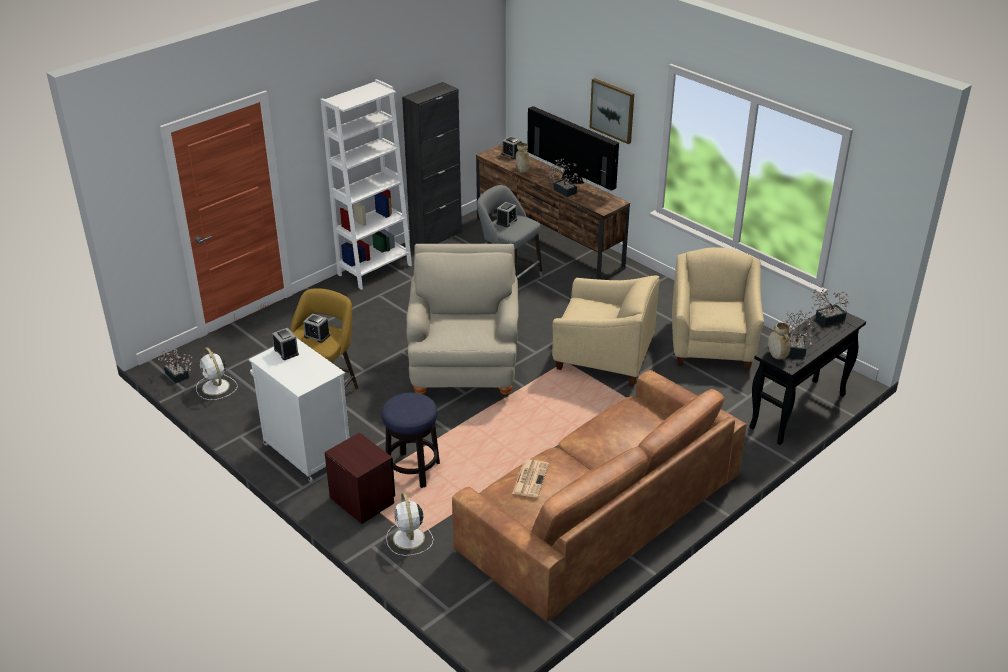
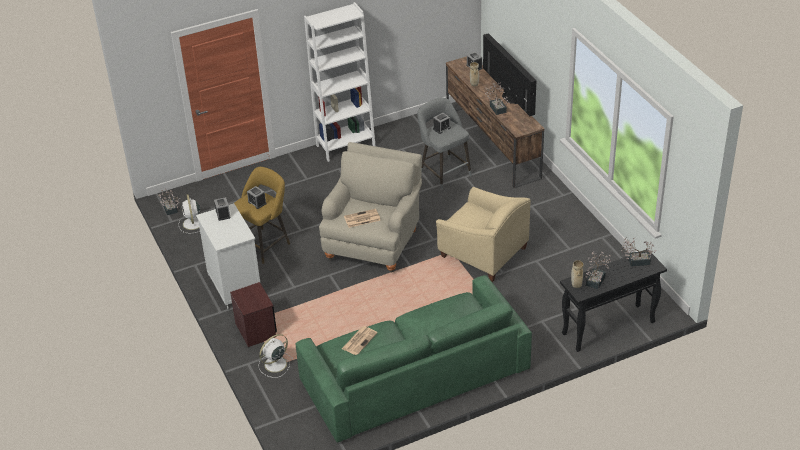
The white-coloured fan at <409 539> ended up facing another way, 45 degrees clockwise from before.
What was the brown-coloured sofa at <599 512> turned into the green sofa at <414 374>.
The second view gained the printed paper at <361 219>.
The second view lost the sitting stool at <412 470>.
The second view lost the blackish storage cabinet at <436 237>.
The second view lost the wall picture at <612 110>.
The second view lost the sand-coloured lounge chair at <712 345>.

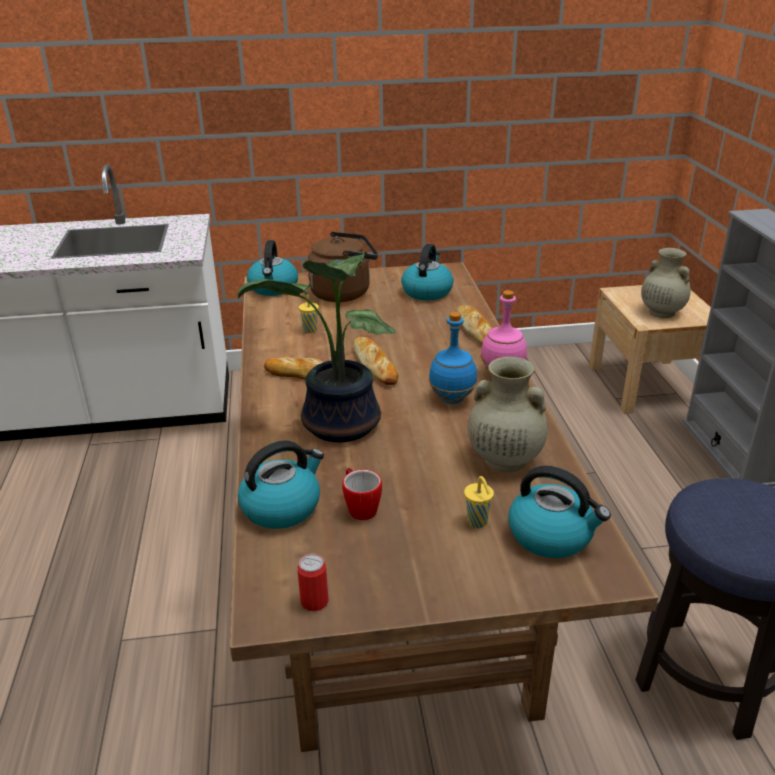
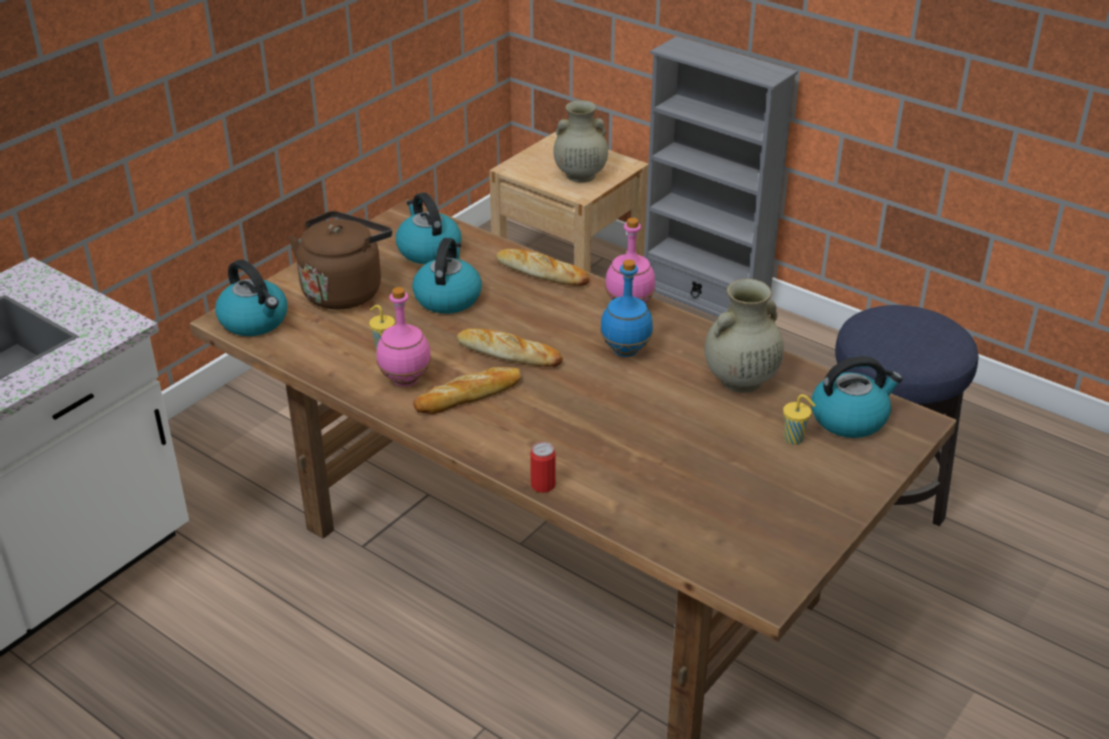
The second view gained the pink-coloured drink bottle at <405 379>.
The tea kettle ended up elsewhere, having gone from <282 507> to <447 298>.
The can ended up elsewhere, having gone from <314 601> to <543 485>.
The second view lost the houseplant at <338 426>.
The second view lost the coffee mug at <360 507>.

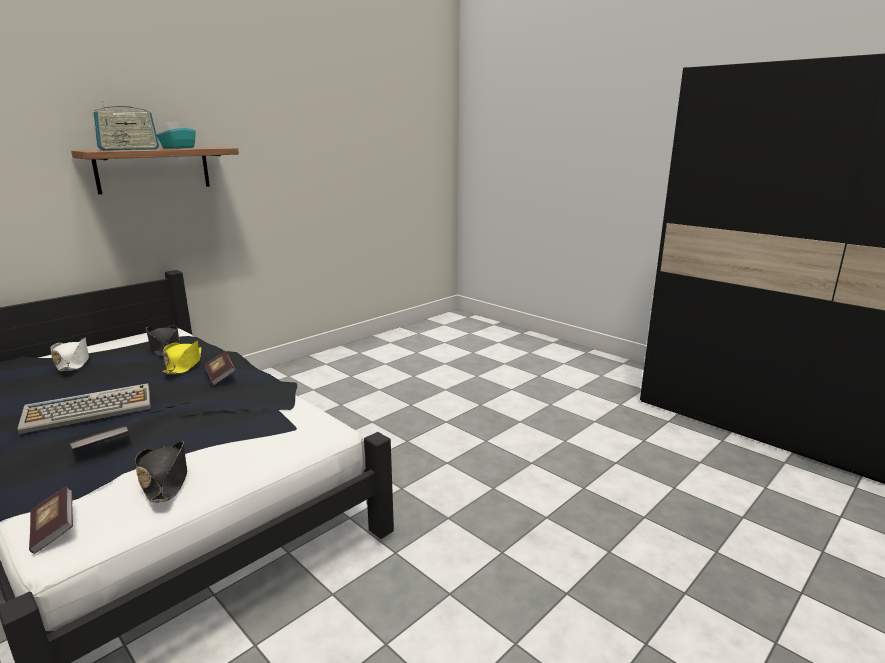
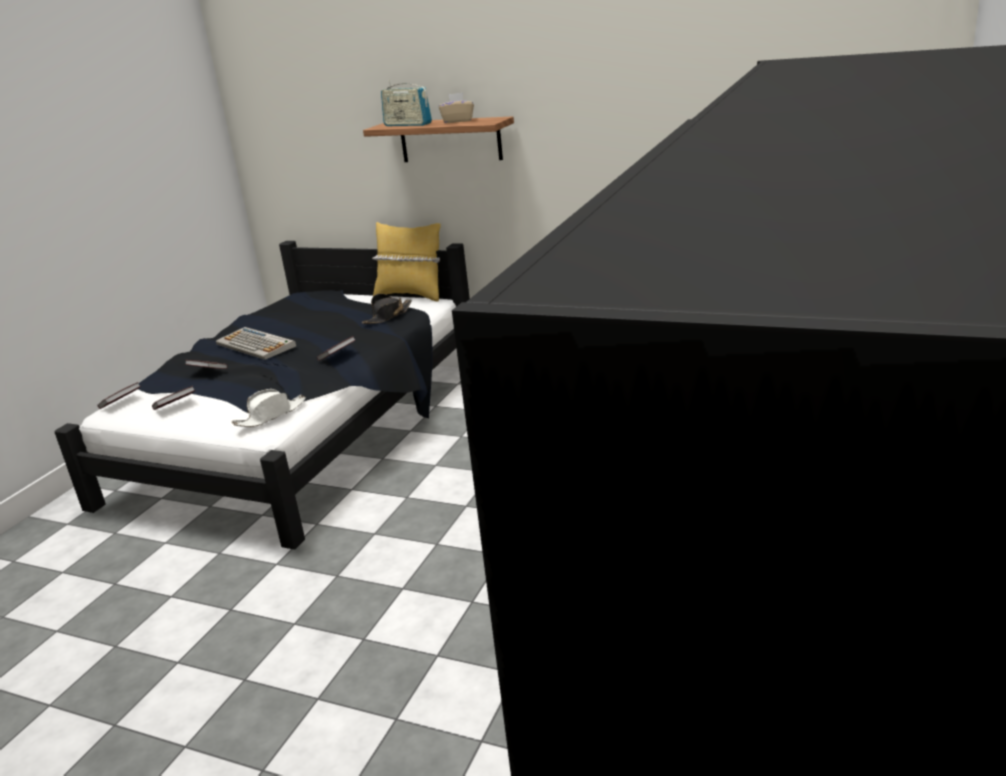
Where the blackish wearable hat stood at <165 479>, the bound book came to stand at <175 406>.
The white-coloured wearable hat ended up elsewhere, having gone from <73 362> to <271 415>.
The second view gained the yellow throw pillow at <411 295>.
What was the blue-green box of tissues at <178 148> turned into the sand-coloured box of tissues at <458 121>.
The second view lost the yellow wearable hat at <184 364>.

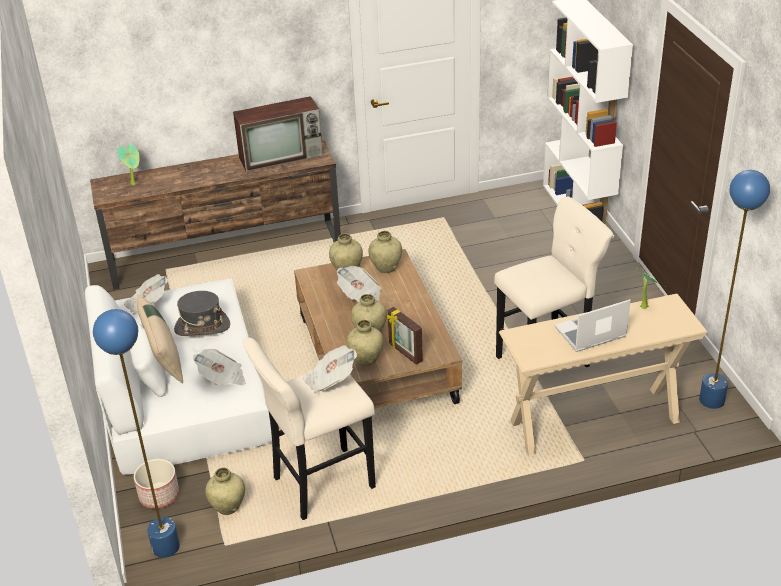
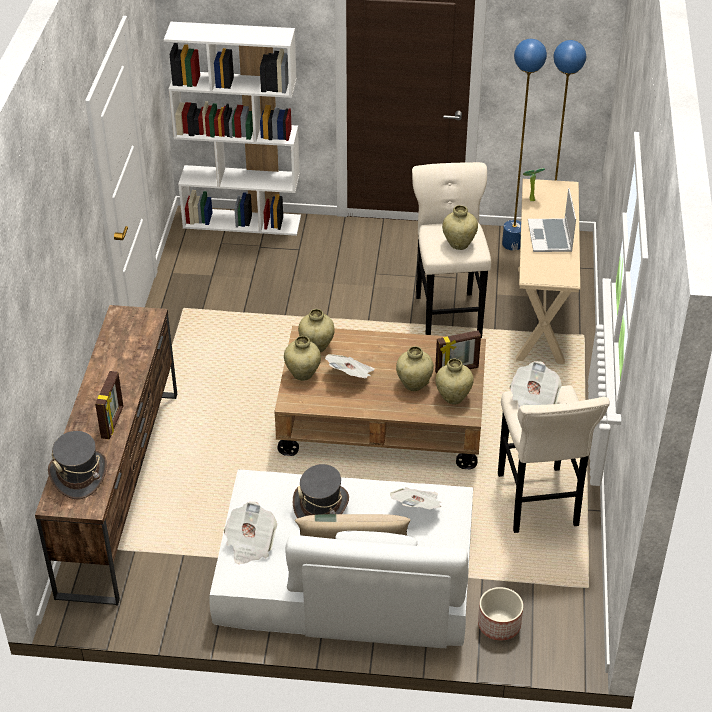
Where the houseplant stood at <134 183>, the greyish wearable hat came to stand at <79 475>.
The second view gained the picture frame at <113 422>.
The sand-coloured flower vase ended up elsewhere, having gone from <228 507> to <459 244>.
The blue-coloured floor lamp ended up elsewhere, having gone from <166 547> to <512 244>.
The second view lost the television at <282 156>.

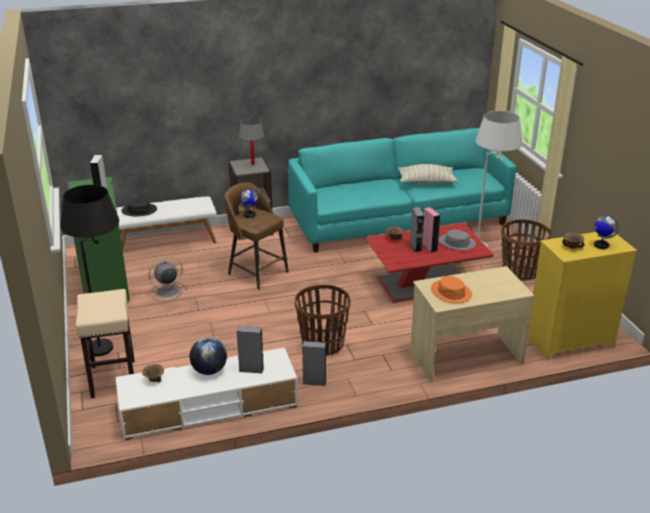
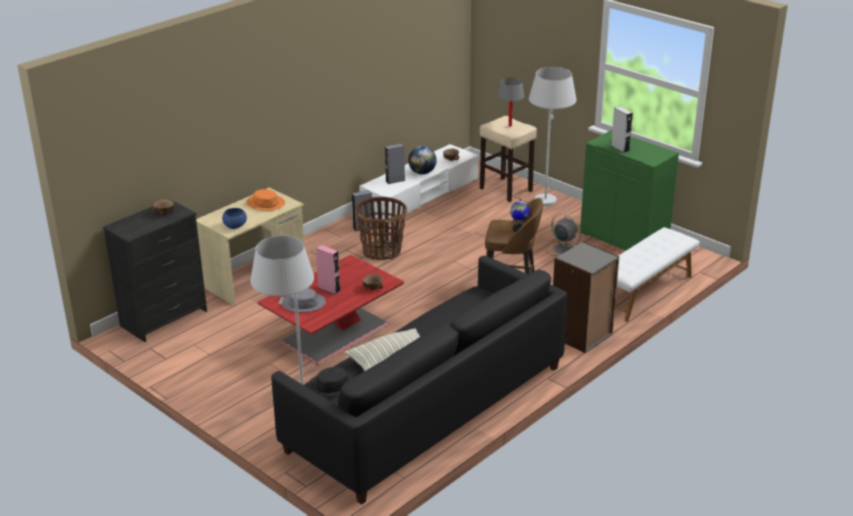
What was the yellow dresser at <569 341> turned into the blackish dresser at <164 318>.
The second view gained the blue-coloured bowl at <235 226>.
What was the blue-green sofa at <398 221> turned into the blackish sofa at <427 408>.
The blackish wearable hat ended up elsewhere, having gone from <139 210> to <332 385>.
The greyish table lamp ended up elsewhere, having gone from <252 164> to <510 125>.
What was the blackish floor lamp at <109 341> turned into the white-coloured floor lamp at <547 206>.
The greyish fan at <166 292> ended up facing another way, 75 degrees counterclockwise from before.
The second view lost the greyish audio speaker at <415 247>.
The second view lost the storage basket at <520 272>.
The second view lost the world globe at <601 245>.

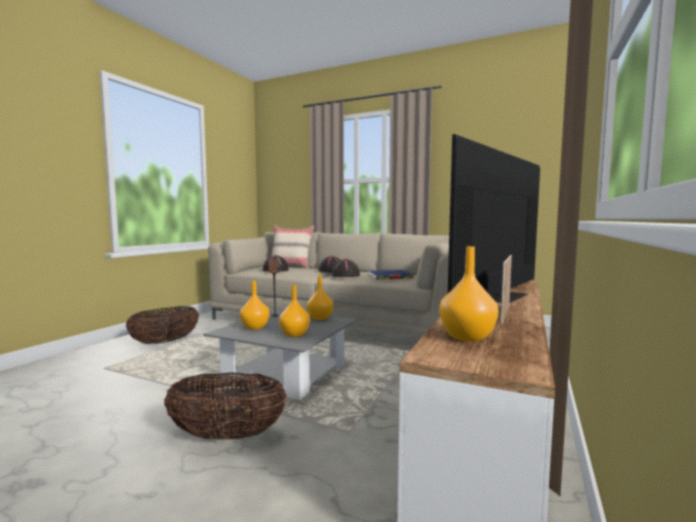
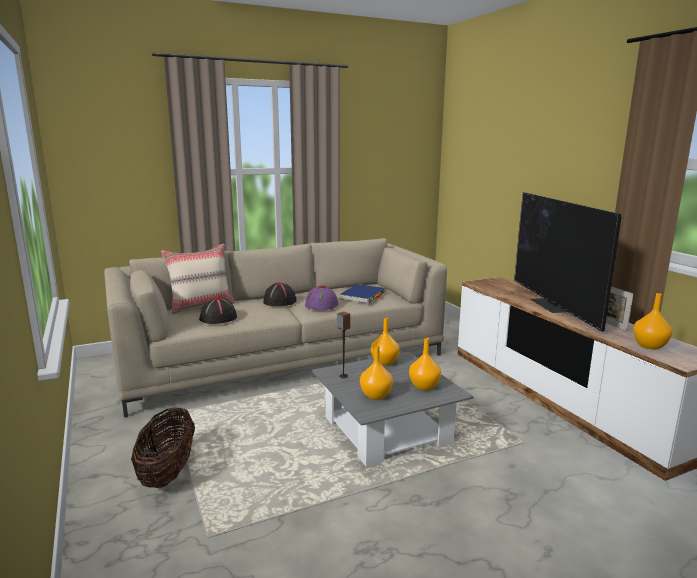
What was the blackish wearable hat at <345 275> turned into the purple-coloured wearable hat at <321 305>.
The second view lost the storage basket at <227 436>.

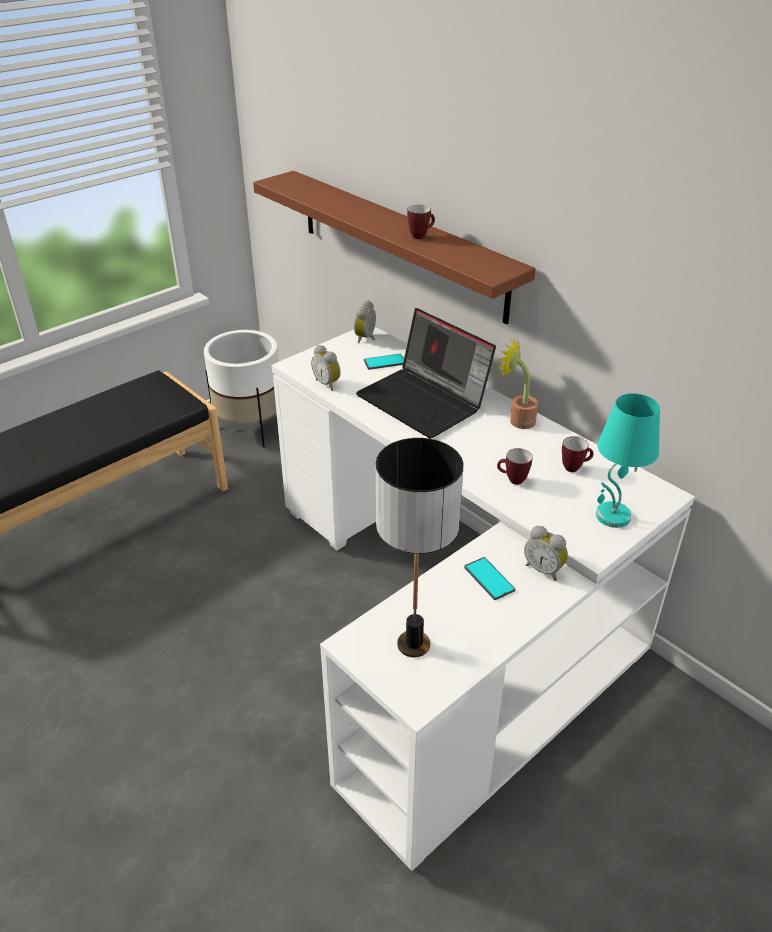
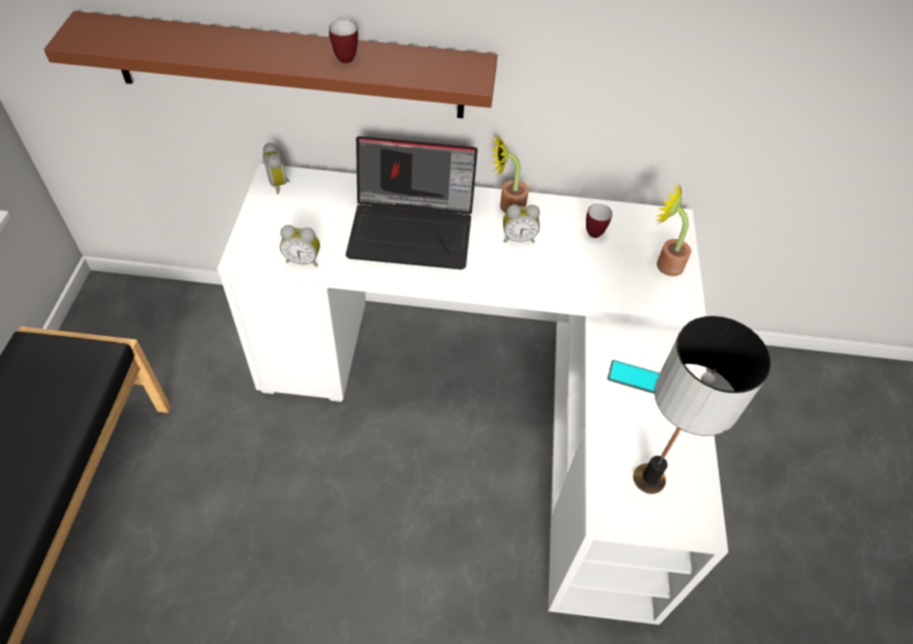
The table clock ended up elsewhere, having gone from <544 569> to <518 238>.
Where the blue-green table lamp stood at <612 516>, the houseplant came to stand at <664 263>.
The second view lost the white-coloured flower pot at <250 428>.
The second view lost the telephone at <384 362>.
The second view lost the coffee mug at <512 480>.

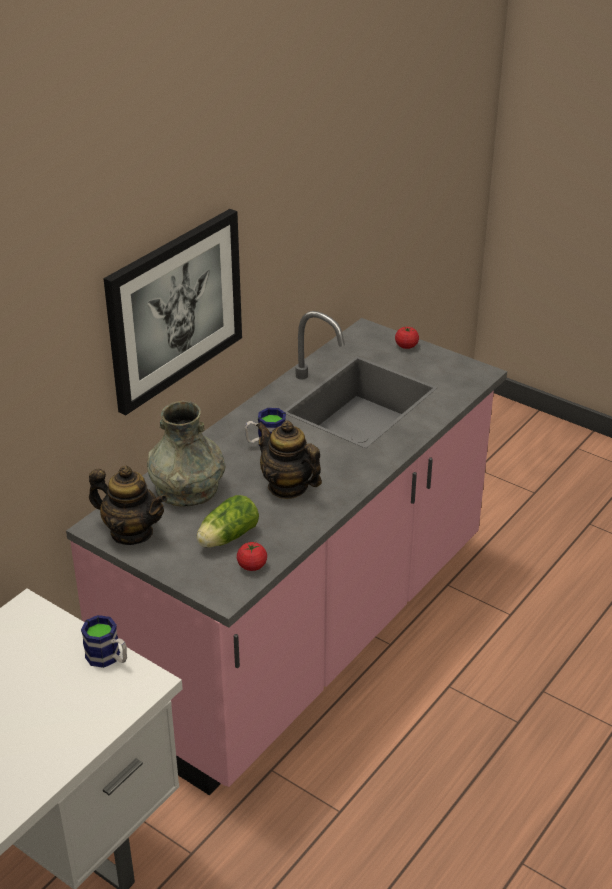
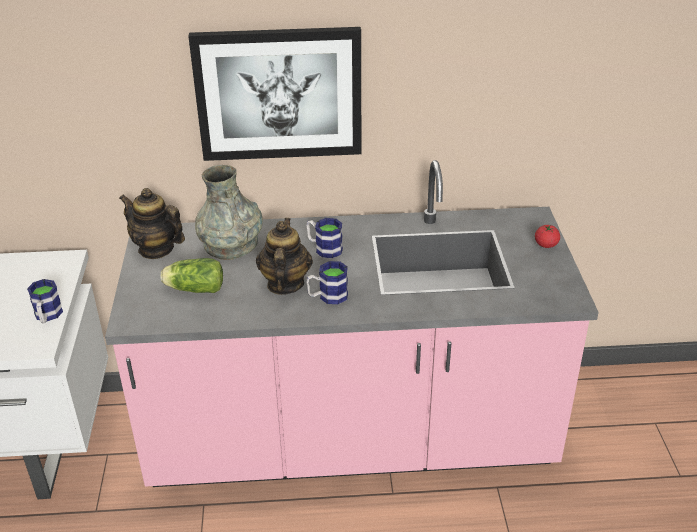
The tea pot at <131 532> ended up facing another way, 135 degrees clockwise from before.
The second view gained the coffee mug at <327 297>.
The second view lost the tomato at <252 566>.

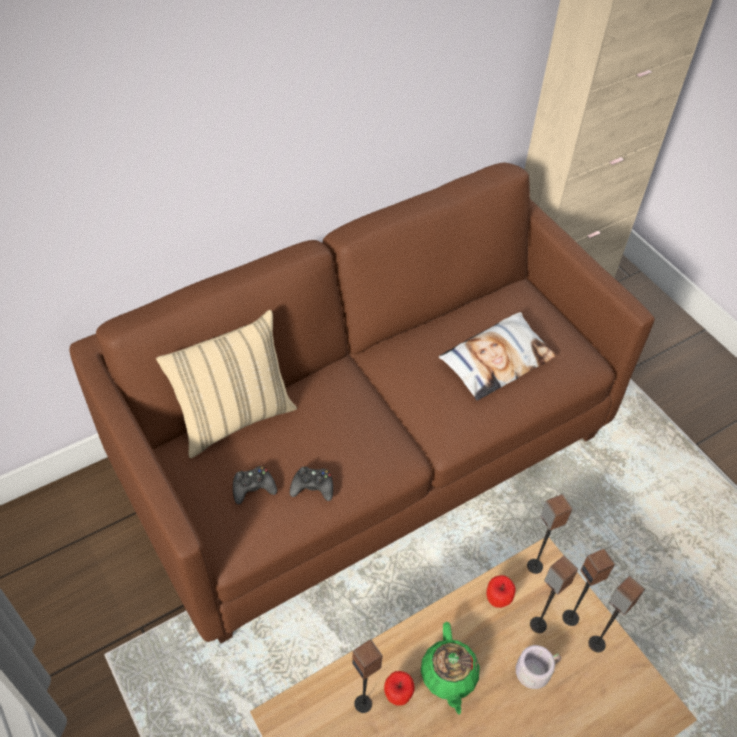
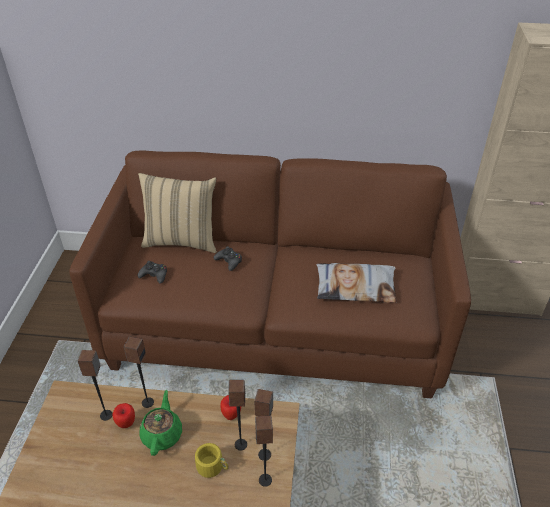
The audio speaker ended up elsewhere, having gone from <534 566> to <147 402>.
The green tea pot at <448 676> ended up facing another way, 150 degrees clockwise from before.
What was the greyish coffee mug at <535 669> turned into the yellow coffee mug at <213 466>.
The blackish gamepad ended up elsewhere, having gone from <312 487> to <229 261>.

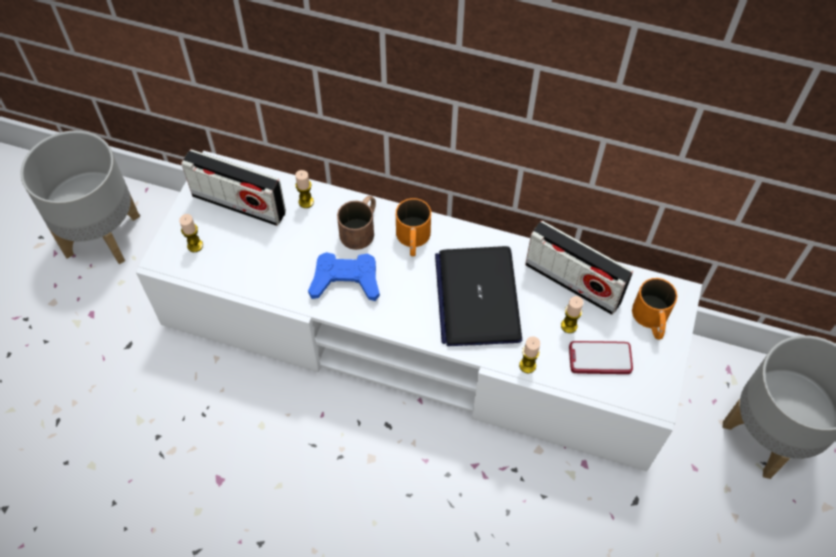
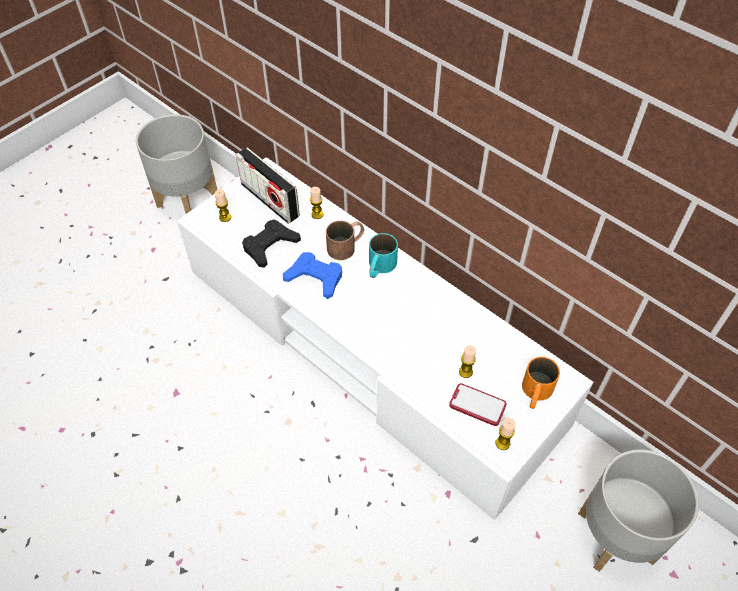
The second view gained the blackish gamepad at <270 246>.
What was the orange-coloured coffee mug at <413 240> turned into the blue-green coffee mug at <379 267>.
The wax light ended up elsewhere, having gone from <527 365> to <502 443>.
The second view lost the laptop at <477 297>.
The second view lost the radio receiver at <573 283>.

